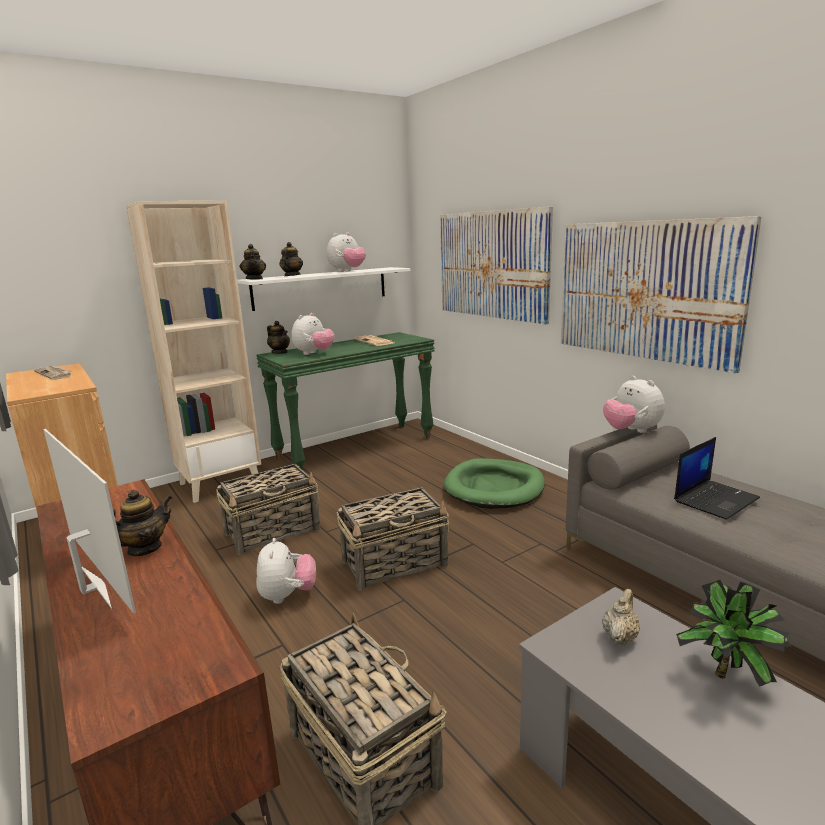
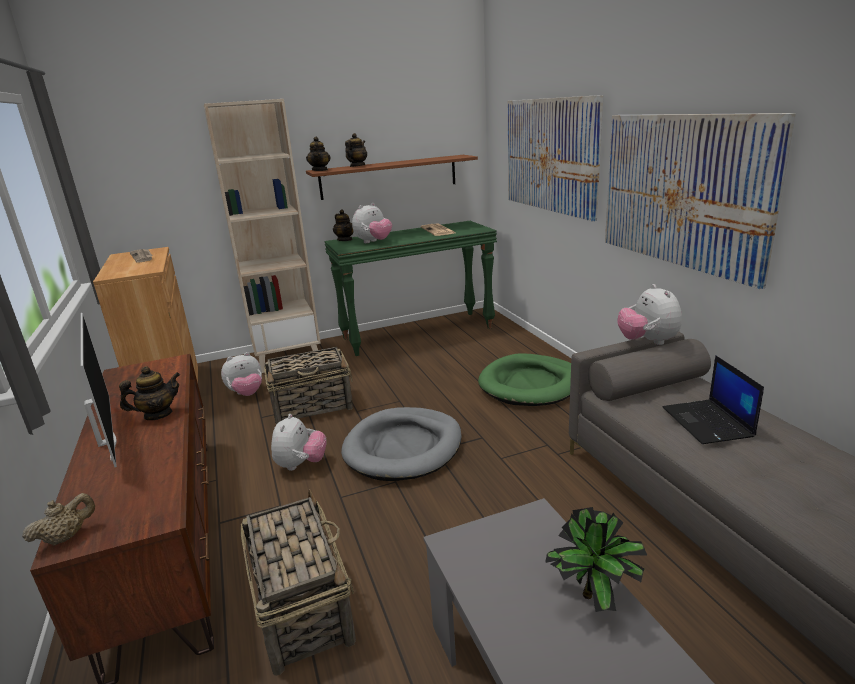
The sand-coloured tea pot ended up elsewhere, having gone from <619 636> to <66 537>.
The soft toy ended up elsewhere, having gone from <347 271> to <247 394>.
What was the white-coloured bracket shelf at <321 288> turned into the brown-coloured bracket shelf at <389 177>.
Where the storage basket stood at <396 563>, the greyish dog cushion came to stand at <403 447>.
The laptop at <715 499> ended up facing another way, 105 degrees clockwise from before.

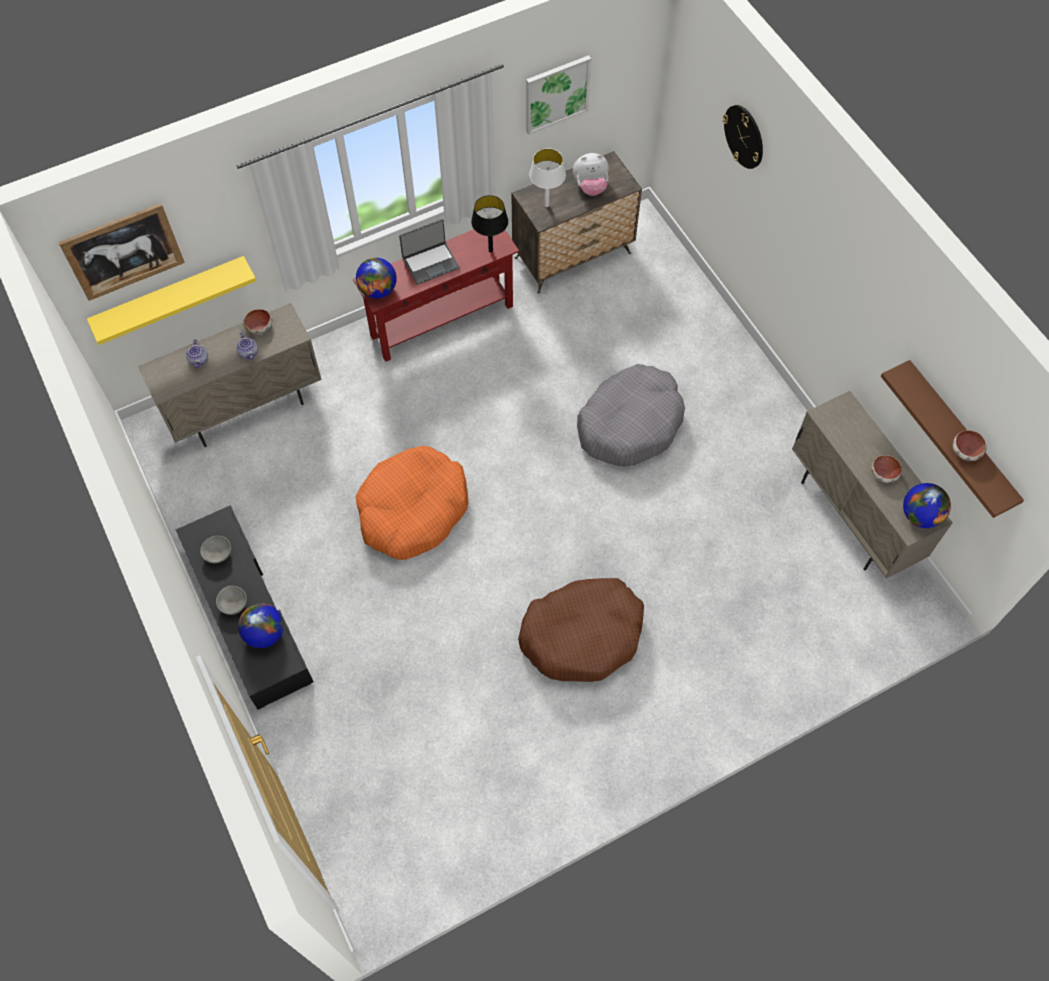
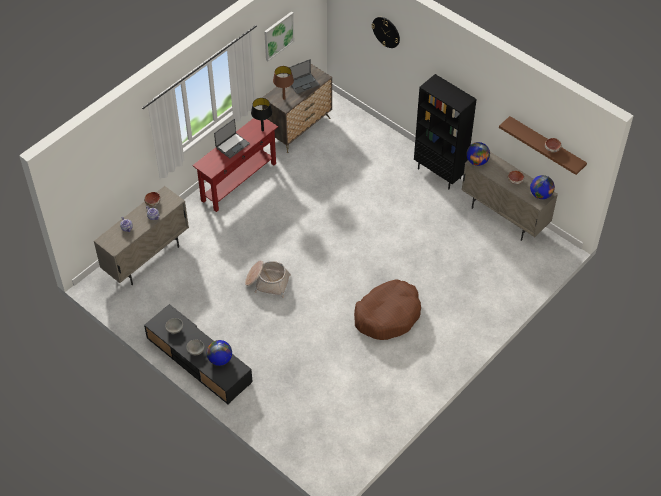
Where the orange-coloured dog cushion stood at <412 510>, the storage basket came to stand at <267 282>.
What was the white-coloured table lamp at <546 205> turned into the brown-coloured table lamp at <284 98>.
Where the soft toy stood at <590 187>, the laptop came to stand at <304 83>.
The second view gained the blackish bookcase at <440 173>.
The world globe ended up elsewhere, having gone from <378 290> to <477 161>.
The second view lost the wall picture at <123 251>.
The second view lost the yellow bracket shelf at <170 296>.
The second view lost the greyish dog cushion at <630 423>.

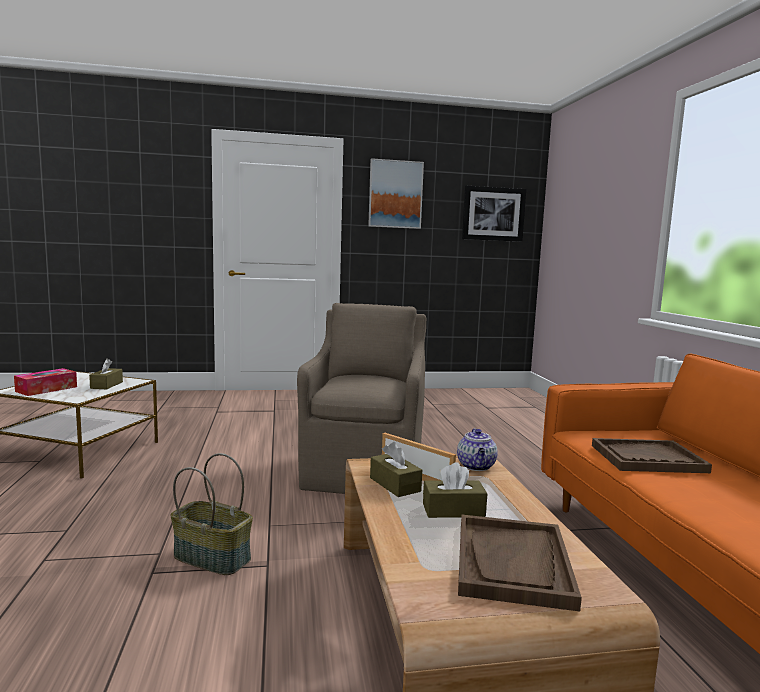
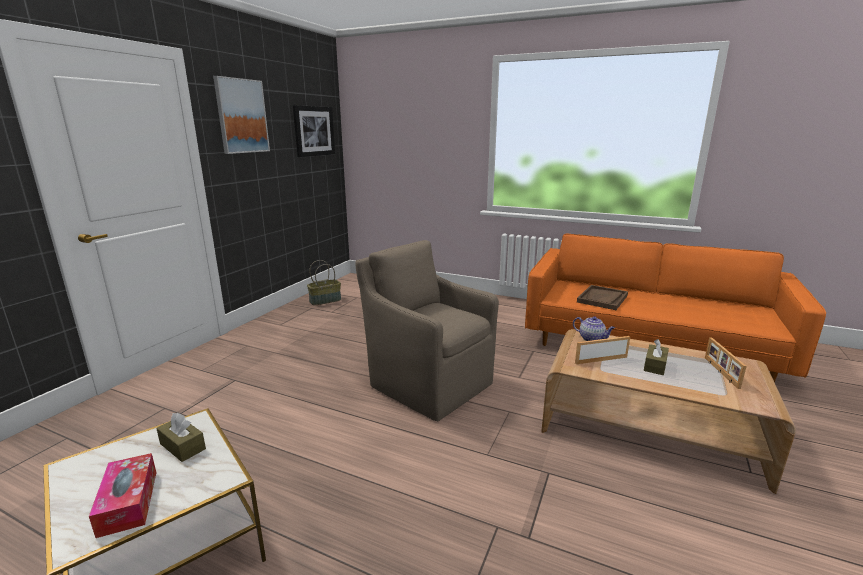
The storage basket ended up elsewhere, having gone from <213 557> to <325 300>.
Where the brown-coloured tray stood at <513 563>, the picture frame came to stand at <720 372>.
The second view lost the brown-coloured box of tissues at <395 484>.

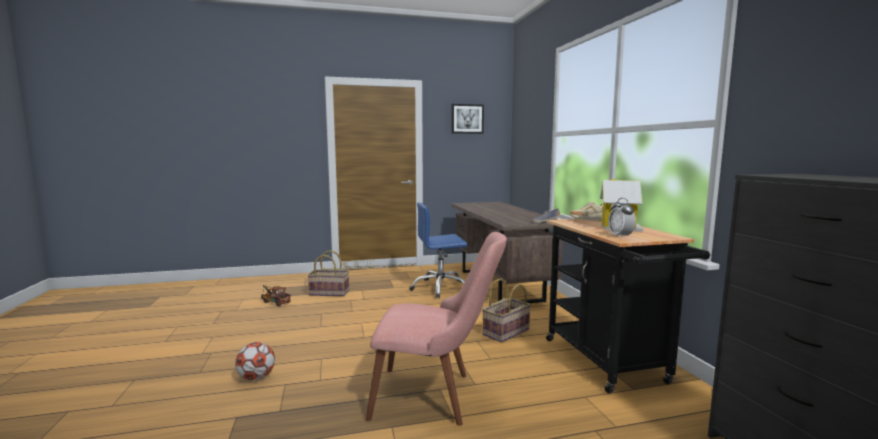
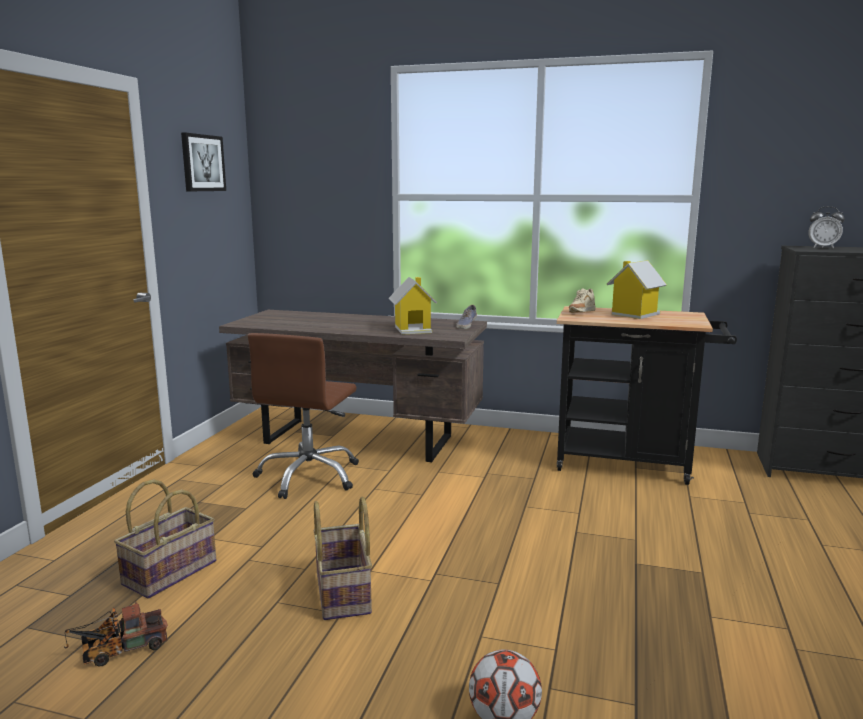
What was the blue-coloured office chair at <440 288> turned into the brown-coloured office chair at <309 476>.
The storage basket ended up elsewhere, having gone from <506 332> to <344 592>.
The second view gained the miniature house at <413 329>.
The table clock ended up elsewhere, having gone from <620 236> to <823 247>.
The second view lost the pink-coloured chair at <436 395>.

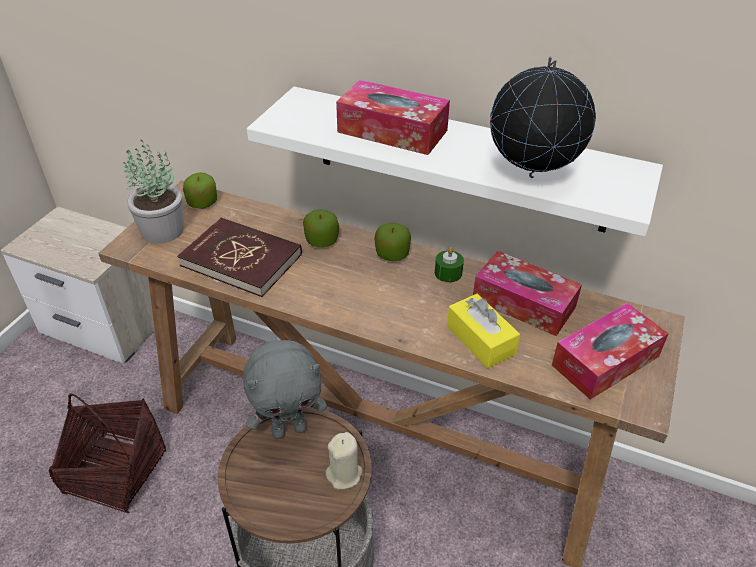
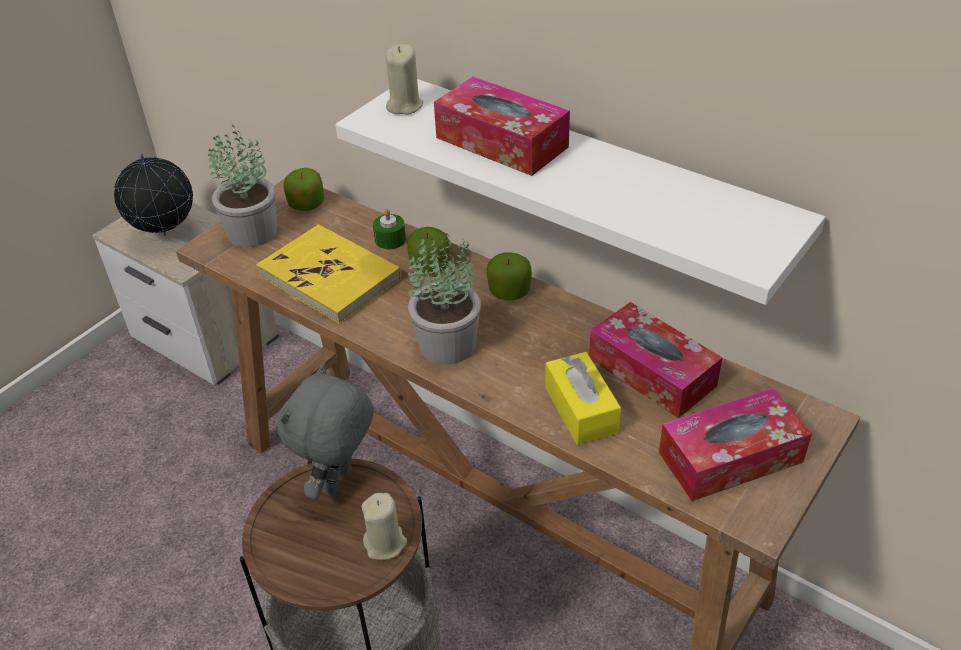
The world globe ended up elsewhere, having gone from <531 175> to <166 234>.
What was the red bound book at <241 259> turned into the yellow bound book at <330 277>.
The greyish soft toy at <289 429> ended up facing another way, 120 degrees clockwise from before.
The green wax light ended up elsewhere, having gone from <448 273> to <390 239>.
The second view gained the sand-coloured wax light at <404 105>.
The second view gained the houseplant at <448 343>.
The second view lost the storage basket at <115 472>.

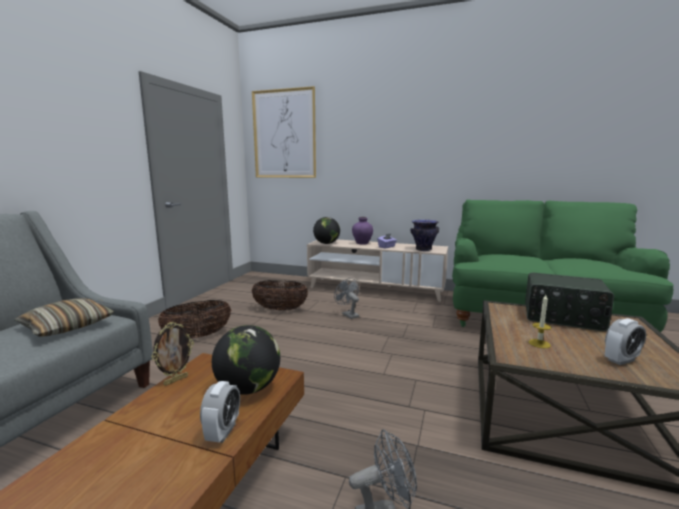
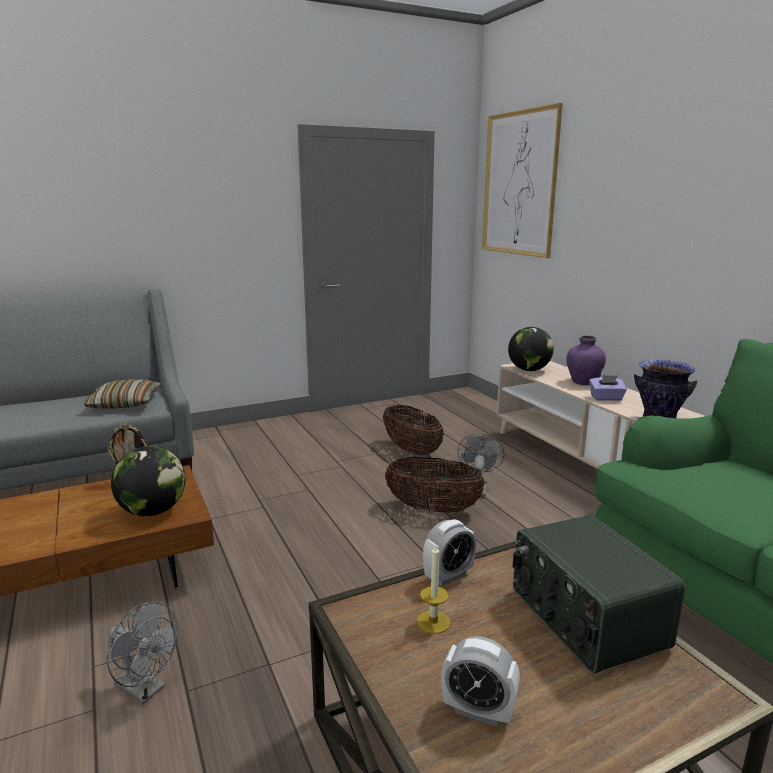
The storage basket ended up elsewhere, having gone from <198 336> to <433 509>.
The table clock ended up elsewhere, having gone from <223 432> to <448 576>.

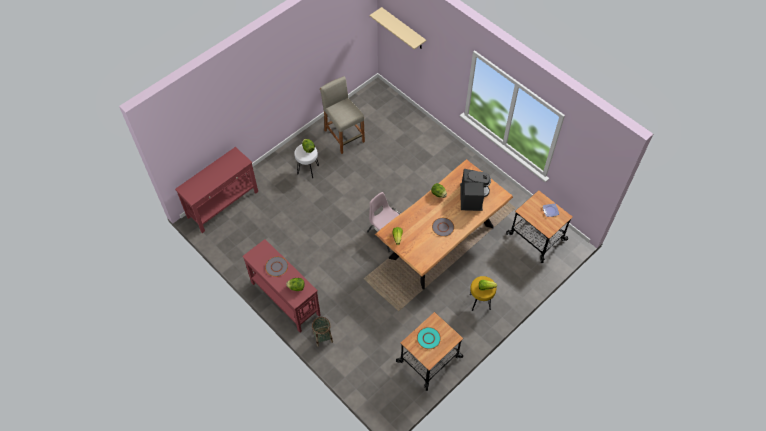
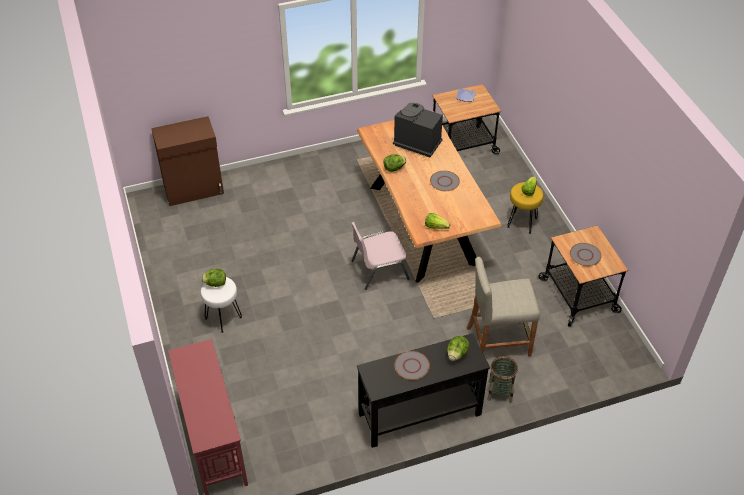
The second view gained the brown-coloured storage cabinet at <194 190>.
What was the red console table at <285 298> turned into the blackish console table at <419 414>.
The sand-coloured sitting stool ended up elsewhere, having gone from <344 136> to <498 341>.
What was the blue-green flat dish at <428 338> turned into the greyish flat dish at <585 255>.
The second view lost the sand-coloured bracket shelf at <403 29>.

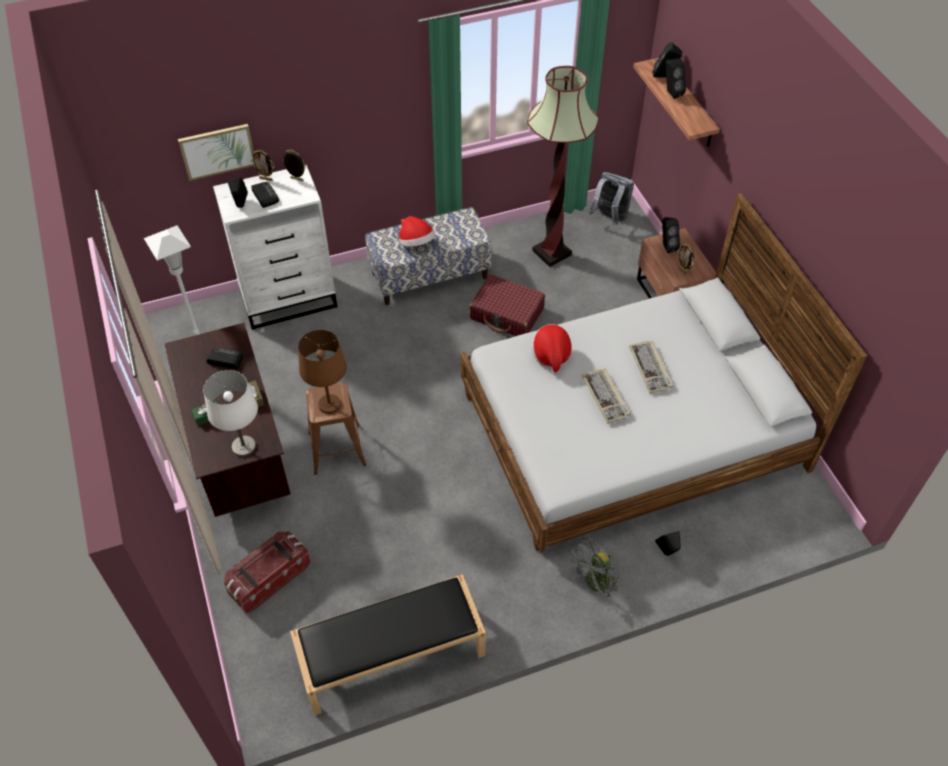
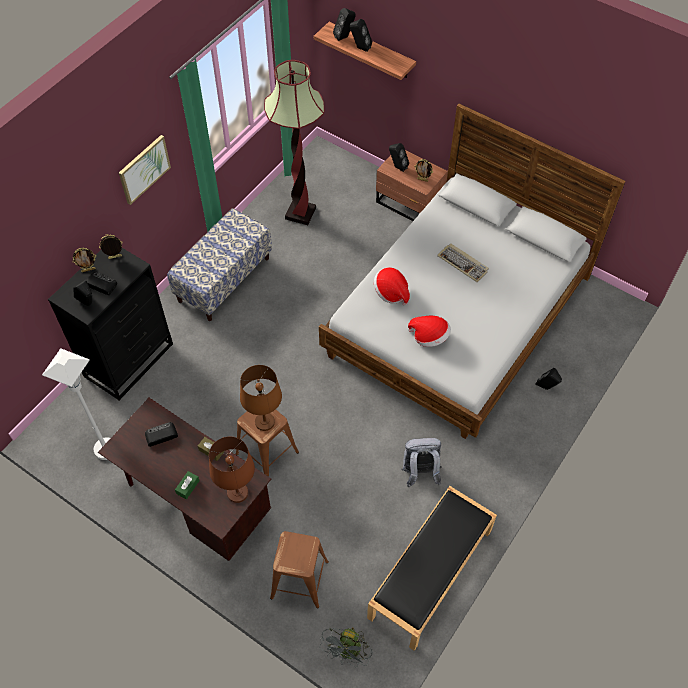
What was the white-coloured dresser at <290 300> turned into the blackish dresser at <129 359>.
The wall picture ended up elsewhere, having gone from <217 151> to <144 169>.
What was the white-coloured table lamp at <243 447> turned into the brown-coloured table lamp at <237 493>.
Where the storage bin stood at <269 579>, the brown-coloured sitting stool came to stand at <300 579>.
The greyish fan ended up elsewhere, having gone from <593 584> to <348 653>.
The greyish rucksack ended up elsewhere, having gone from <609 218> to <420 473>.
The wearable hat ended up elsewhere, having gone from <416 243> to <429 337>.
The second view lost the red suitcase at <507 314>.
The second view lost the computer keyboard at <606 397>.

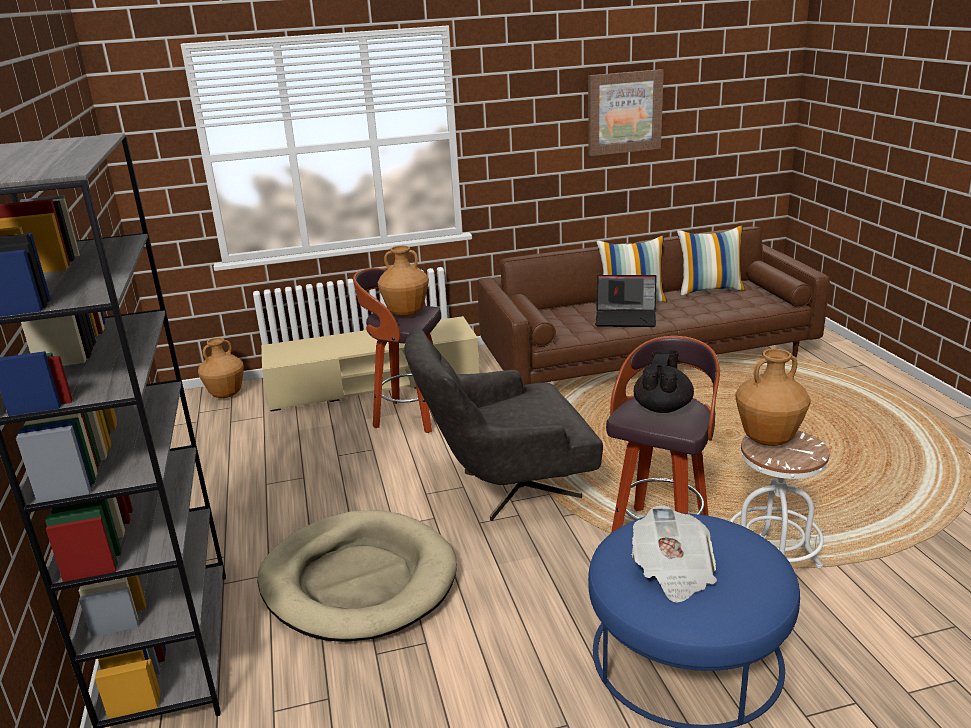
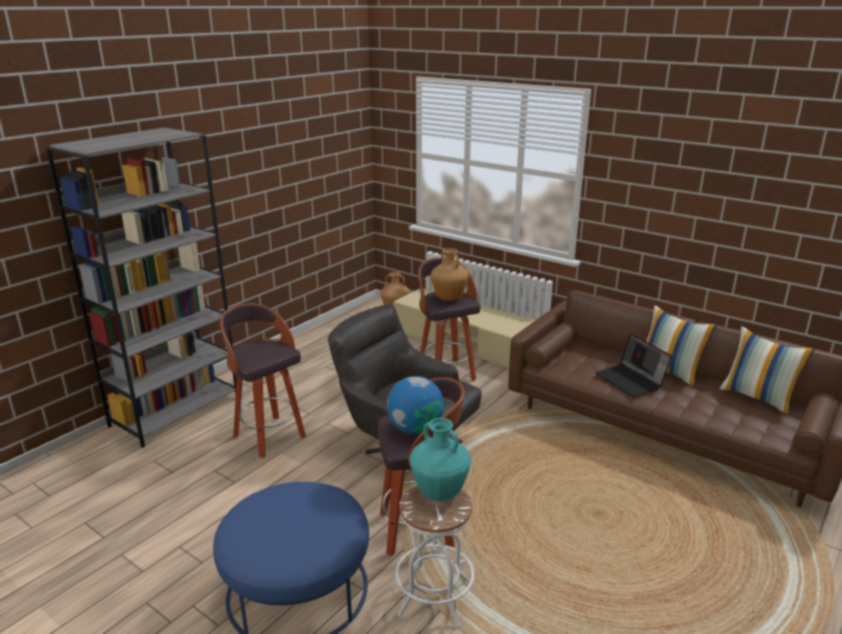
Where the sand-coloured dog cushion stood at <358 581>, the sitting stool came to stand at <268 436>.
Where the blackish tea pot stood at <662 407>, the world globe came to stand at <415 428>.
What was the brown-coloured flower vase at <767 440> turned into the blue-green flower vase at <439 493>.
The second view lost the wall picture at <624 112>.
The second view lost the printed paper at <673 572>.

